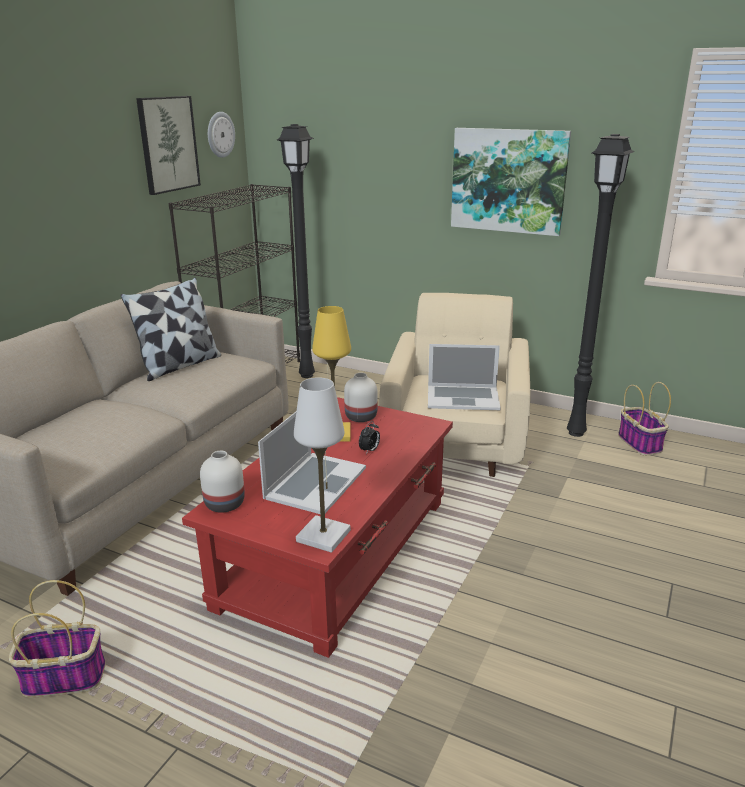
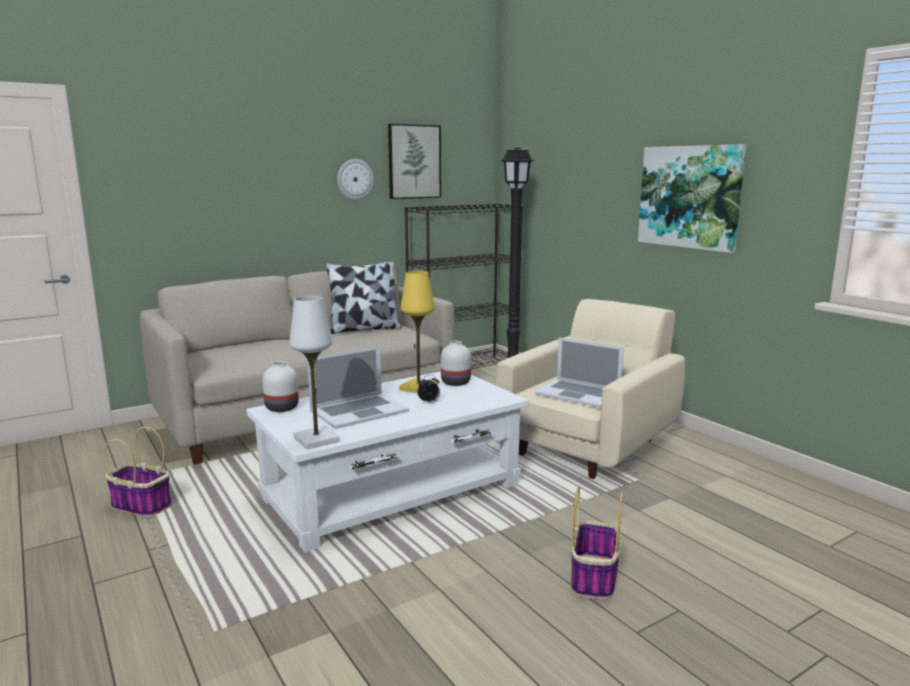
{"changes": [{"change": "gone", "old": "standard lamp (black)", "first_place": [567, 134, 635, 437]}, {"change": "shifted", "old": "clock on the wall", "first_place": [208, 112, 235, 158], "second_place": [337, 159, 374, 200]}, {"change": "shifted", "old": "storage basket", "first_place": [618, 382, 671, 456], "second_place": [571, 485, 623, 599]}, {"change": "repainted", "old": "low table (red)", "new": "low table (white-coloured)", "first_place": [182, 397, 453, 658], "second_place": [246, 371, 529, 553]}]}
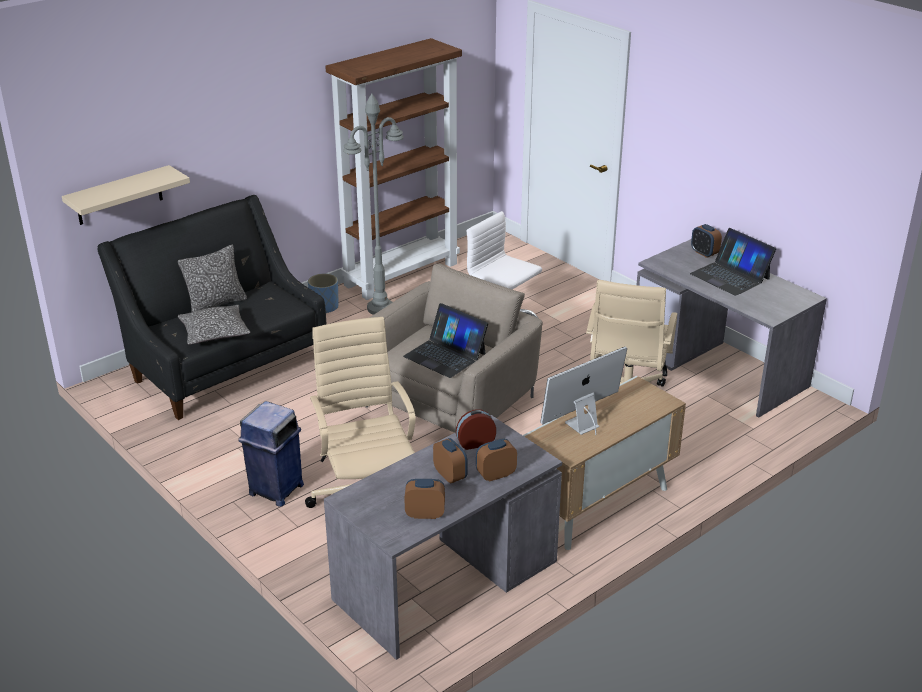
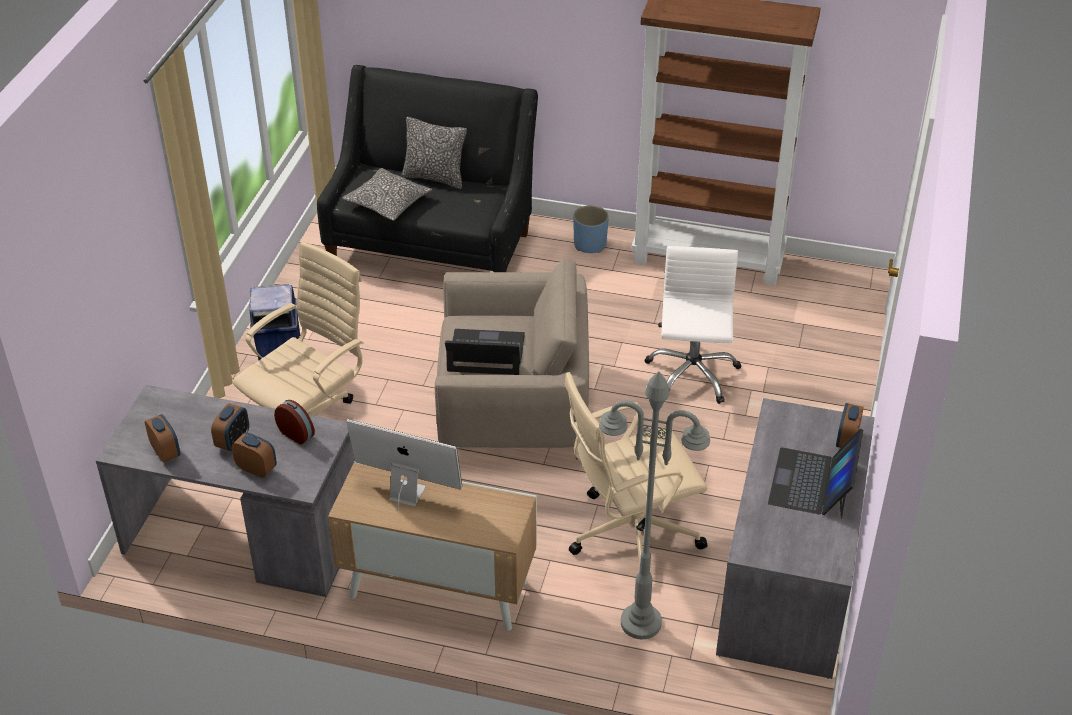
{"changes": [{"change": "gone", "old": "bracket shelf (sand-coloured)", "first_place": [62, 165, 190, 225]}, {"change": "shifted", "old": "standard lamp (gray)", "first_place": [343, 93, 404, 315], "second_place": [599, 371, 710, 639]}, {"change": "rotated", "old": "portable computer", "first_place": [403, 303, 488, 378], "second_place": [445, 329, 525, 375], "degrees": 90}]}
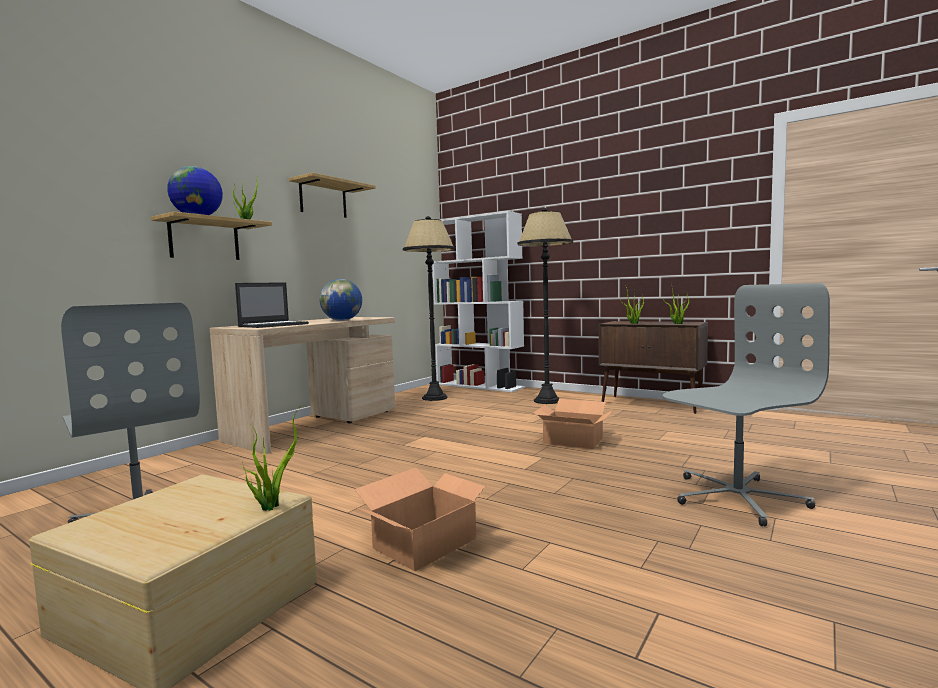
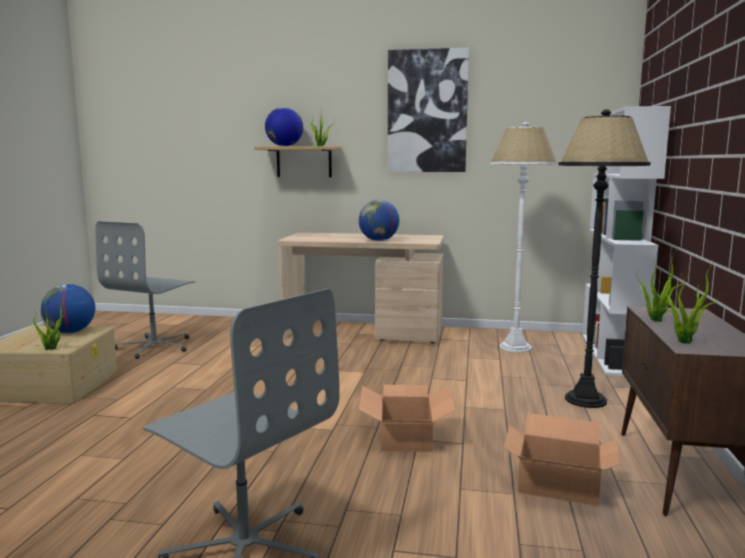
{"changes": [{"change": "gone", "old": "portable computer", "first_place": [235, 282, 309, 328]}, {"change": "new", "new": "world globe", "second_place": [40, 284, 95, 333]}, {"change": "shifted", "old": "cardboard box", "first_place": [354, 468, 495, 571], "second_place": [503, 413, 620, 506]}, {"change": "swapped", "old": "bracket shelf", "new": "wall art", "first_place": [289, 172, 376, 218], "second_place": [387, 48, 469, 172]}, {"change": "repainted", "old": "standard lamp (black)", "new": "standard lamp (white-coloured)", "first_place": [403, 216, 455, 401], "second_place": [490, 122, 558, 353]}]}
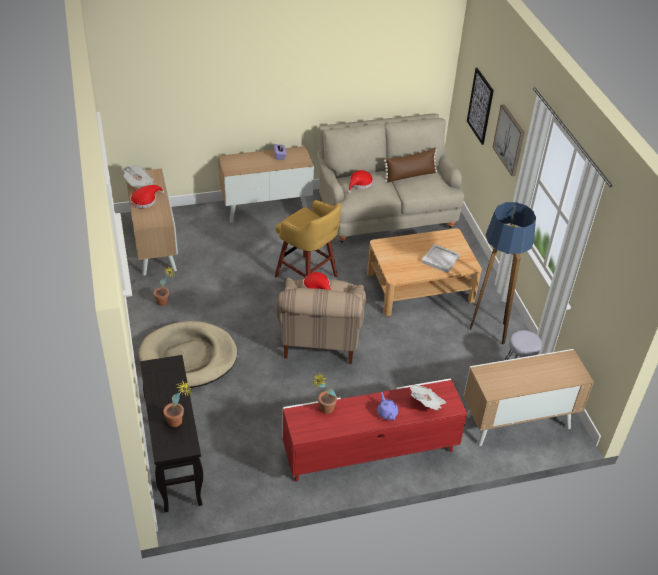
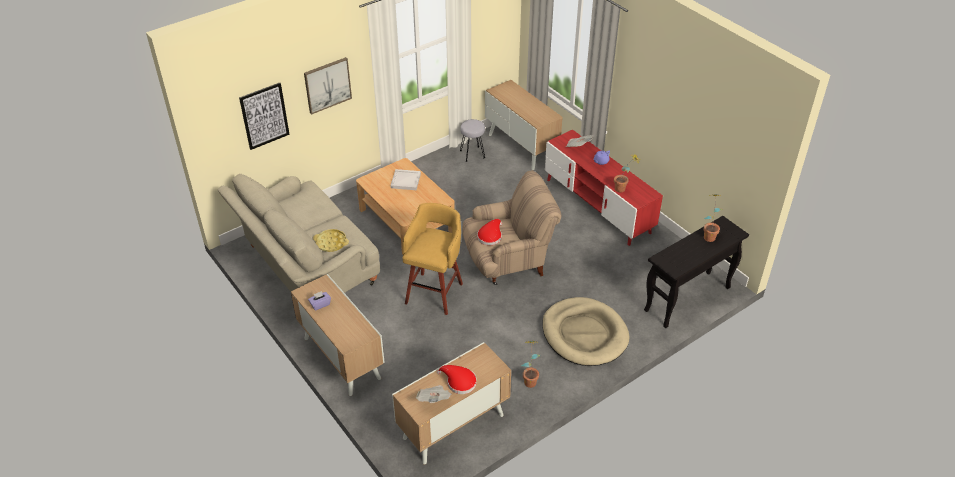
{"changes": [{"change": "gone", "old": "cushion (brown-coloured)", "first_place": [384, 148, 437, 183]}, {"change": "gone", "old": "standard lamp", "first_place": [470, 202, 536, 345]}, {"change": "swapped", "old": "hat (red)", "new": "tray (yellowish)", "first_place": [347, 170, 373, 193], "second_place": [313, 229, 349, 252]}]}
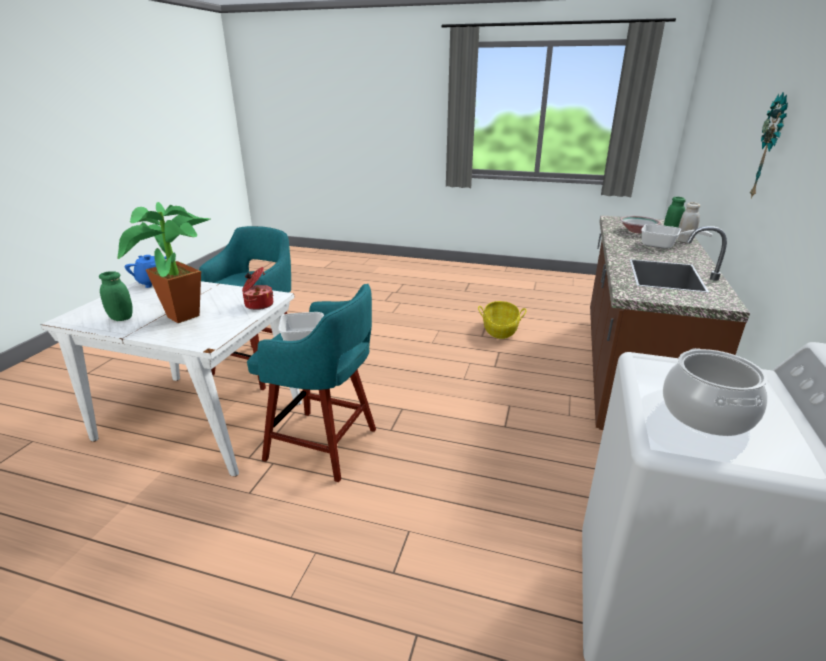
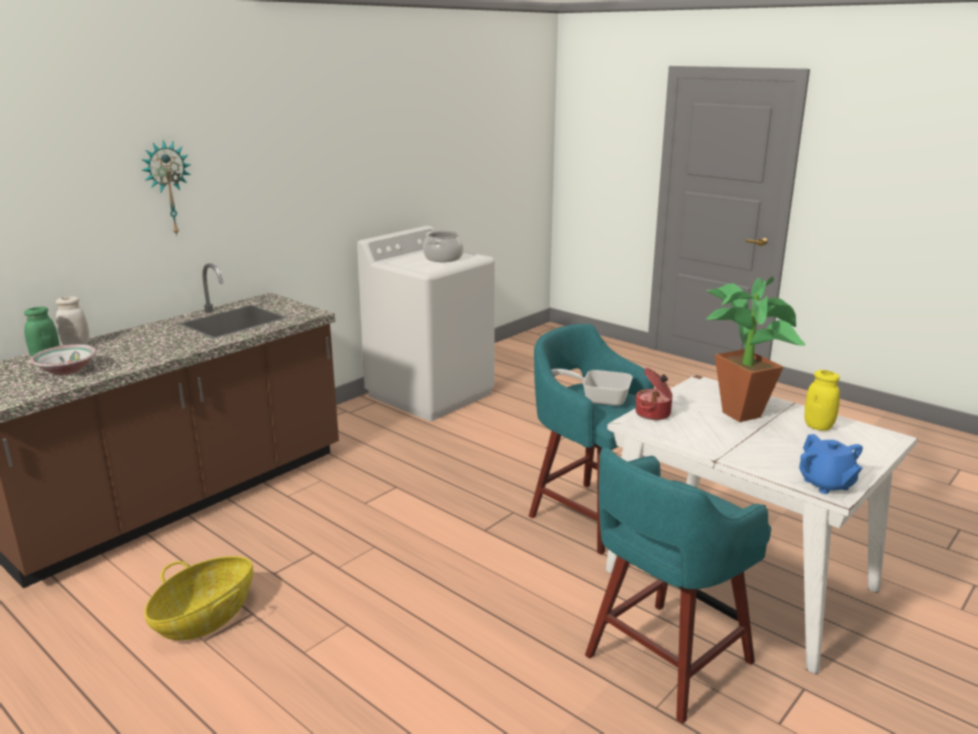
{"changes": [{"change": "gone", "old": "pan", "first_place": [641, 224, 712, 249]}, {"change": "repainted", "old": "jar (greenish)", "new": "jar (yellowish)", "first_place": [99, 271, 133, 321], "second_place": [804, 370, 840, 431]}]}
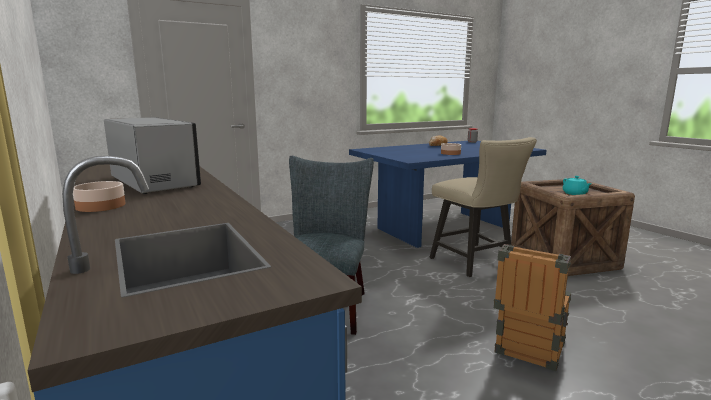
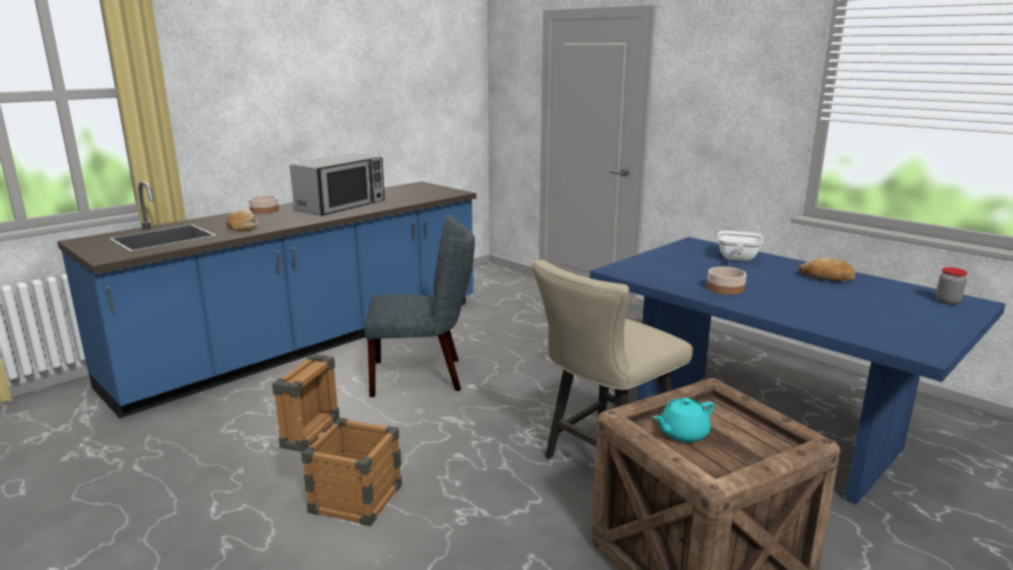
{"changes": [{"change": "new", "new": "bread", "second_place": [226, 210, 258, 232]}, {"change": "new", "new": "pan", "second_place": [717, 231, 763, 261]}]}
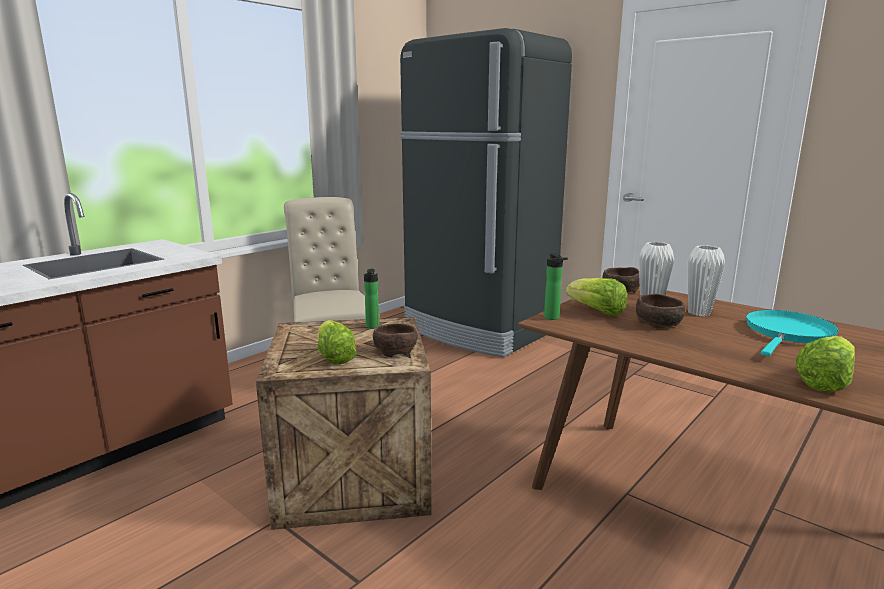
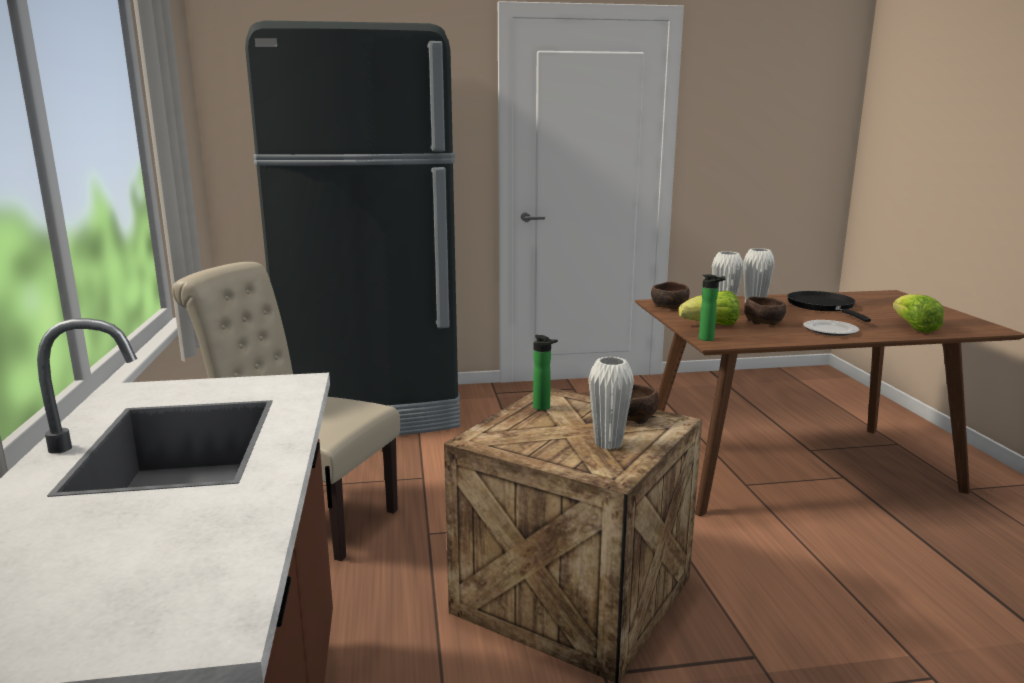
{"changes": [{"change": "new", "new": "plate", "second_place": [803, 320, 860, 336]}, {"change": "swapped", "old": "head of lettuce", "new": "vase (white-coloured)", "first_place": [318, 320, 356, 365], "second_place": [589, 357, 634, 449]}, {"change": "repainted", "old": "pan (turquoise-coloured)", "new": "pan (black)", "first_place": [746, 310, 839, 356], "second_place": [787, 291, 871, 322]}]}
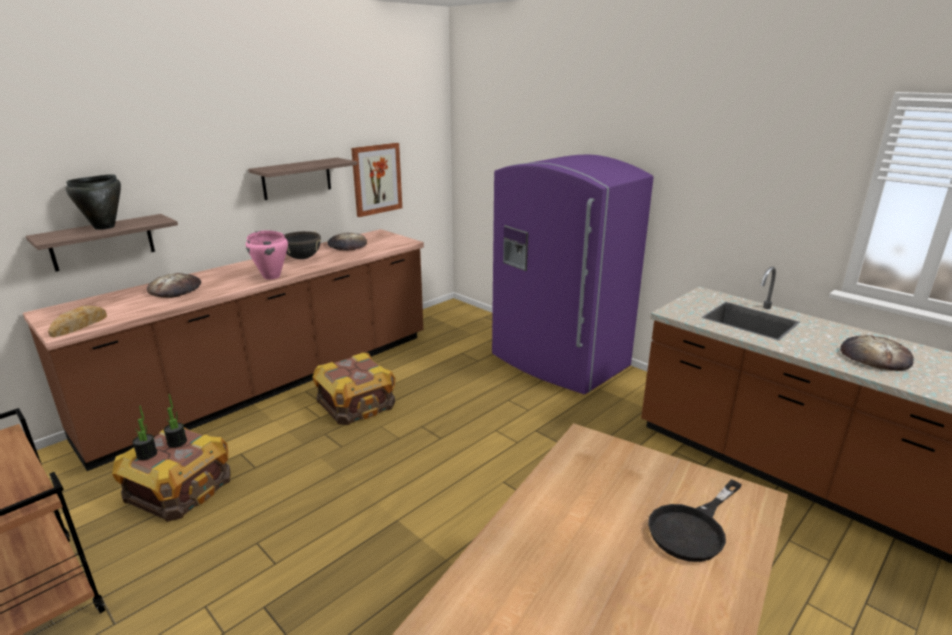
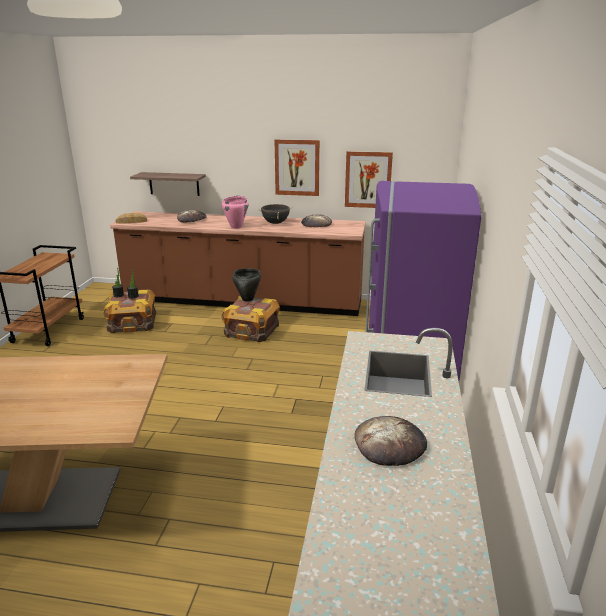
{"changes": [{"change": "gone", "old": "pan (black)", "first_place": [648, 479, 742, 562]}, {"change": "shifted", "old": "cooking pot (black)", "first_place": [66, 174, 121, 230], "second_place": [232, 268, 261, 302]}, {"change": "swapped", "old": "bracket shelf", "new": "wall art", "first_place": [248, 158, 358, 200], "second_place": [275, 139, 320, 196]}]}
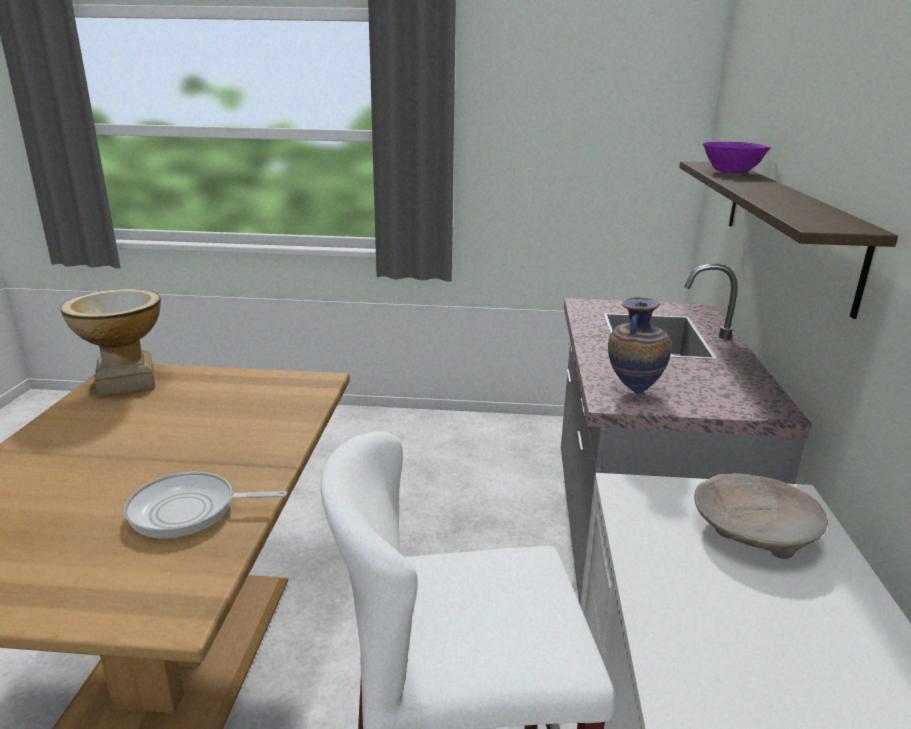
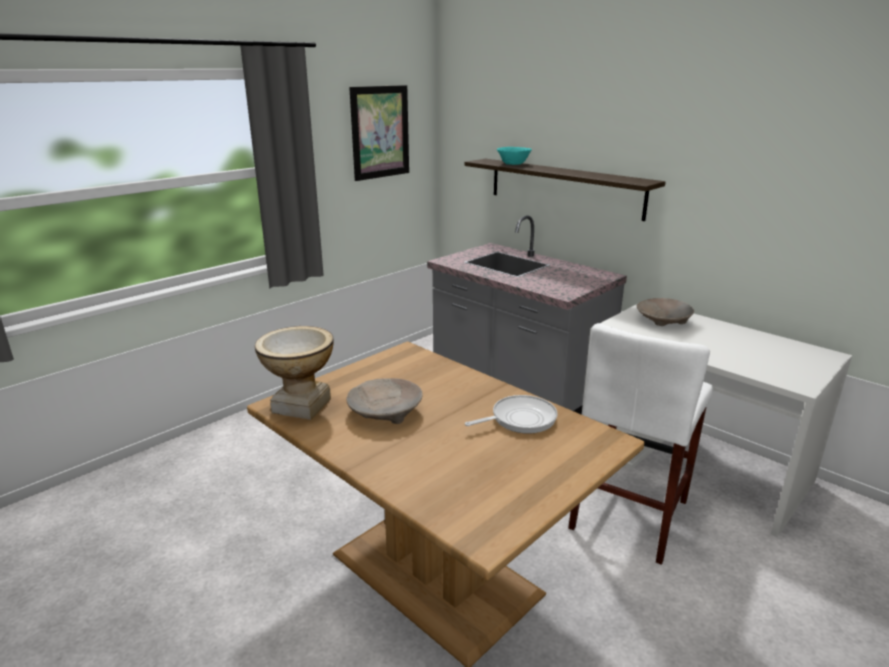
{"changes": [{"change": "gone", "old": "vase", "first_place": [608, 297, 671, 395]}, {"change": "new", "new": "serving bowl (sand-coloured)", "second_place": [346, 378, 423, 424]}, {"change": "new", "new": "wall art", "second_place": [349, 85, 409, 181]}, {"change": "repainted", "old": "serving bowl (purple)", "new": "serving bowl (turquoise-coloured)", "first_place": [703, 142, 771, 173], "second_place": [497, 147, 532, 165]}, {"change": "rotated", "old": "pan", "first_place": [124, 472, 287, 538], "second_place": [465, 395, 558, 434], "degrees": -150}]}
